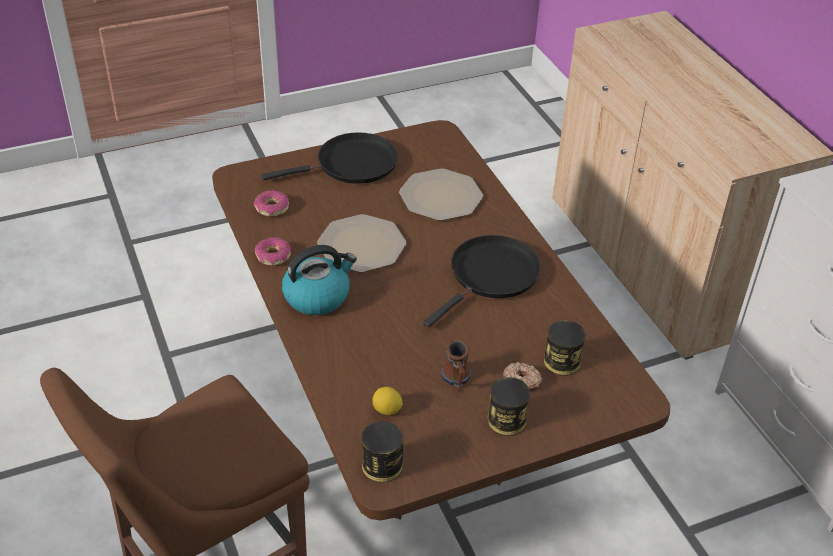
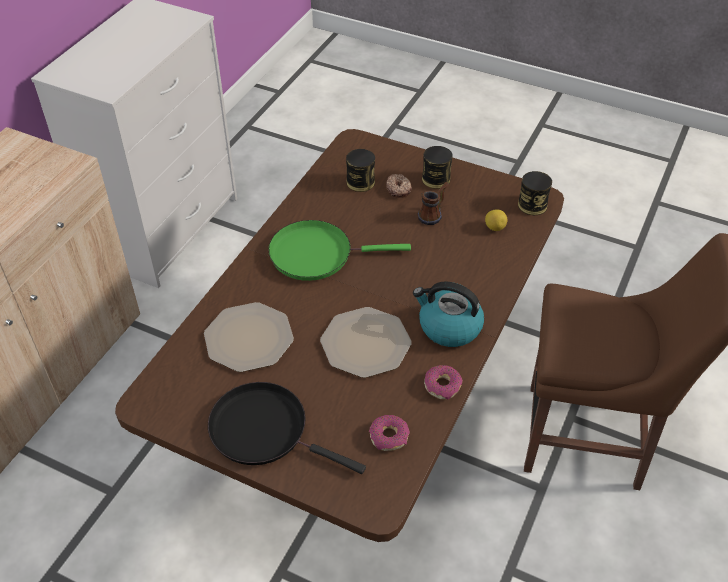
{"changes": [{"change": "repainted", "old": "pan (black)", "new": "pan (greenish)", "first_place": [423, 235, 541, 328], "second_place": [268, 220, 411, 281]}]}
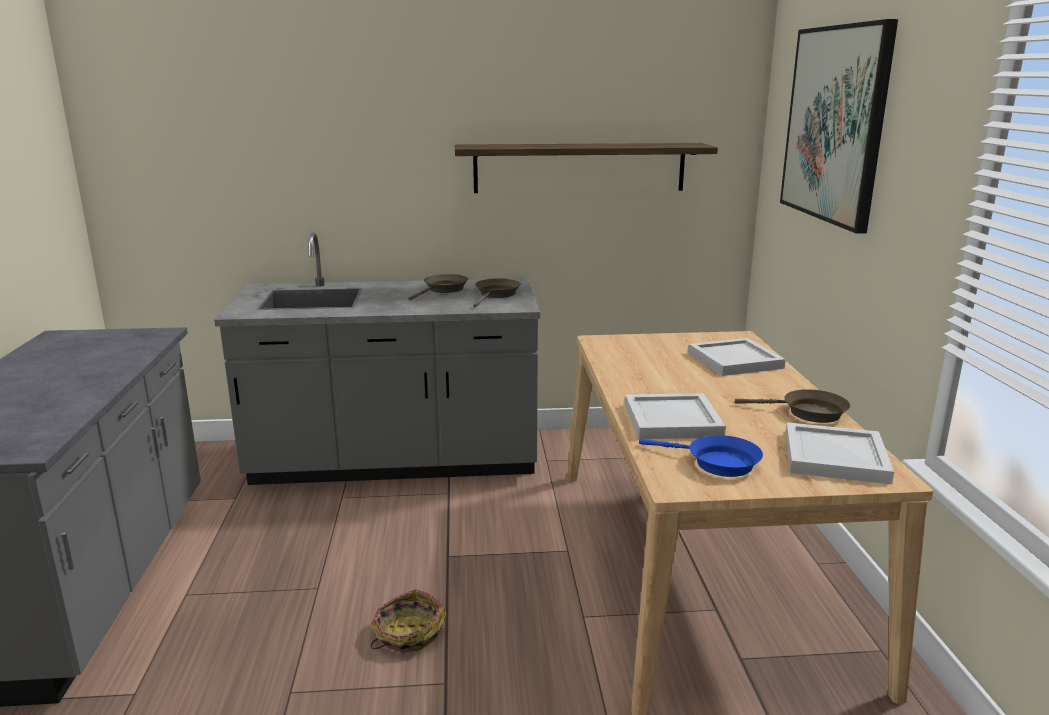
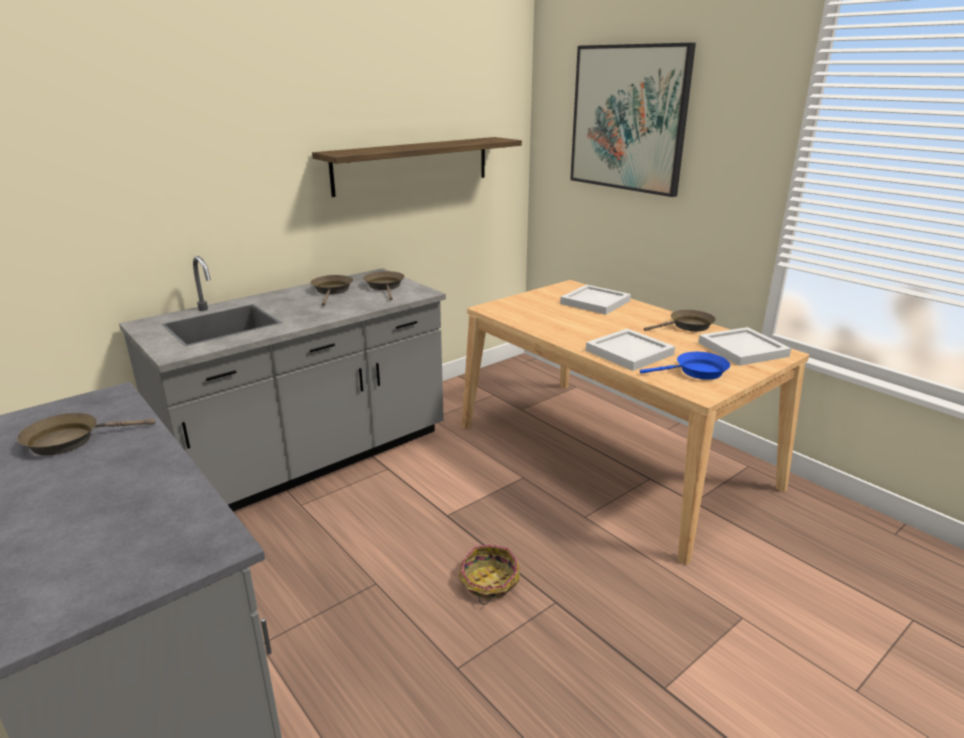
{"changes": [{"change": "new", "new": "pan (brown-coloured)", "second_place": [17, 413, 155, 455]}]}
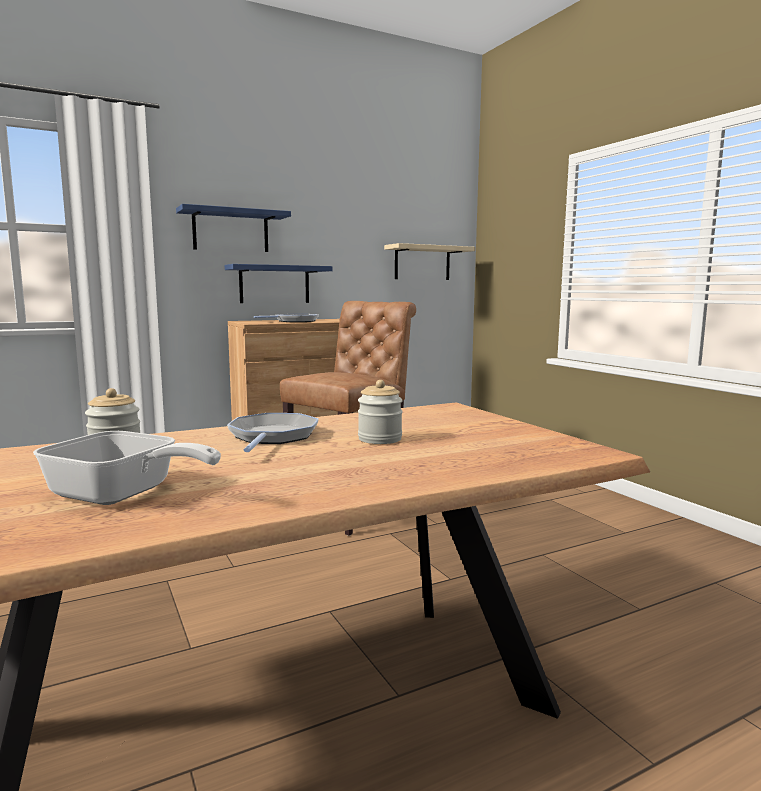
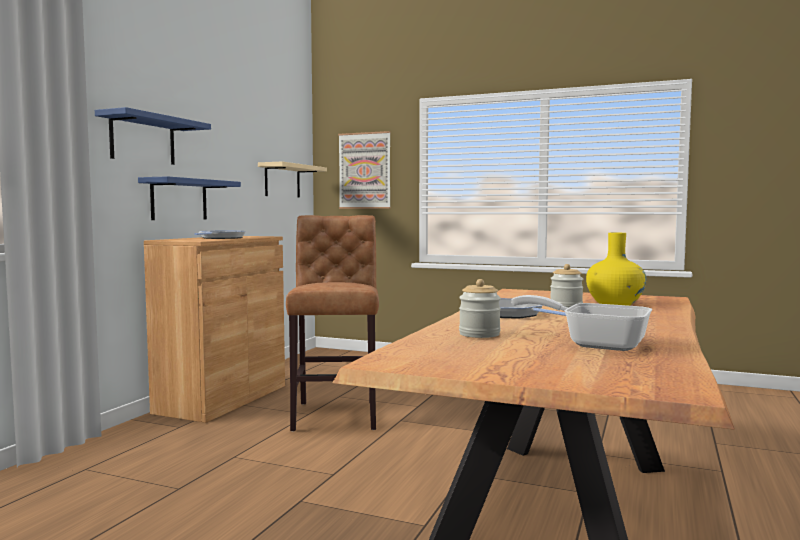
{"changes": [{"change": "new", "new": "wall art", "second_place": [338, 131, 391, 209]}, {"change": "new", "new": "vase (yellowish)", "second_place": [586, 233, 646, 306]}, {"change": "rotated", "old": "pan", "first_place": [33, 431, 221, 505], "second_place": [511, 295, 652, 351], "degrees": -135}]}
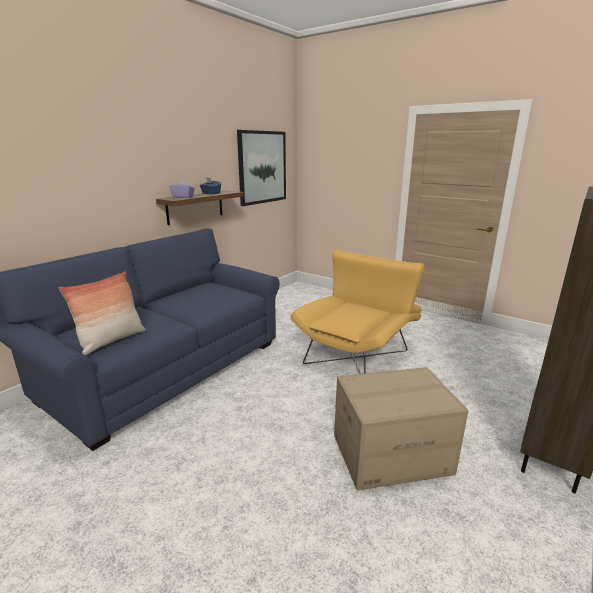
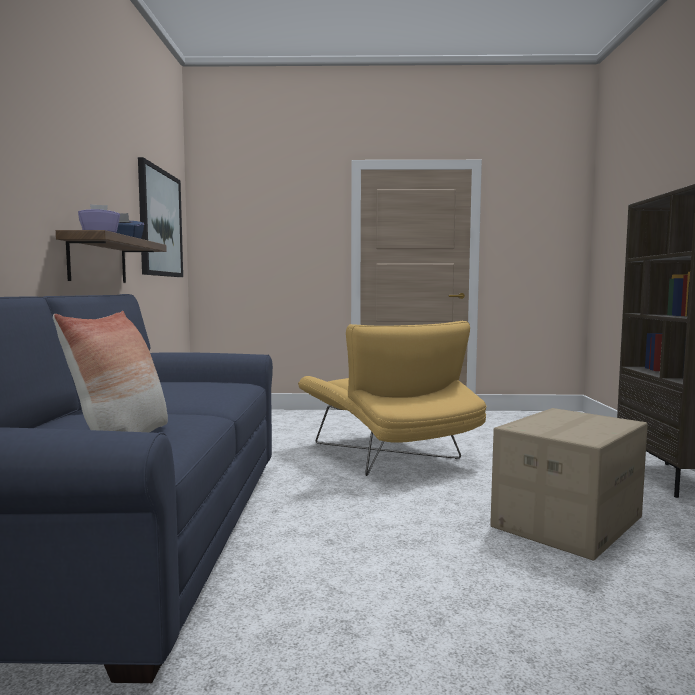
{"changes": [{"change": "rotated", "old": "lounge chair (yellowish)", "first_place": [291, 249, 424, 374], "second_place": [298, 321, 486, 476], "degrees": 150}]}
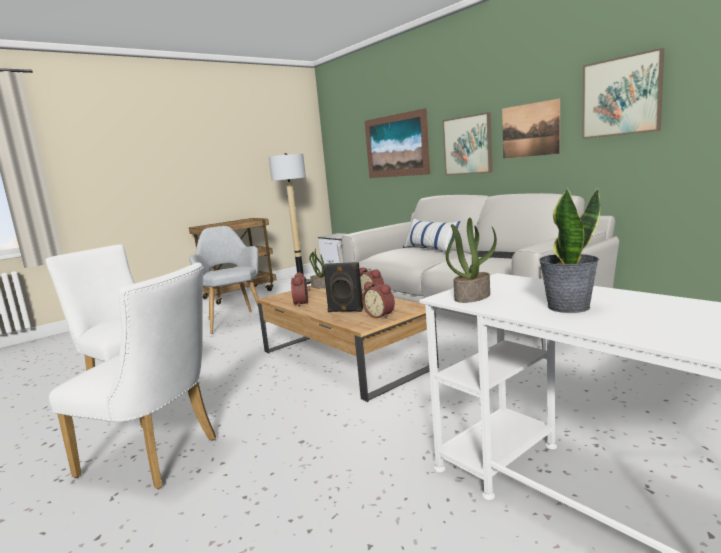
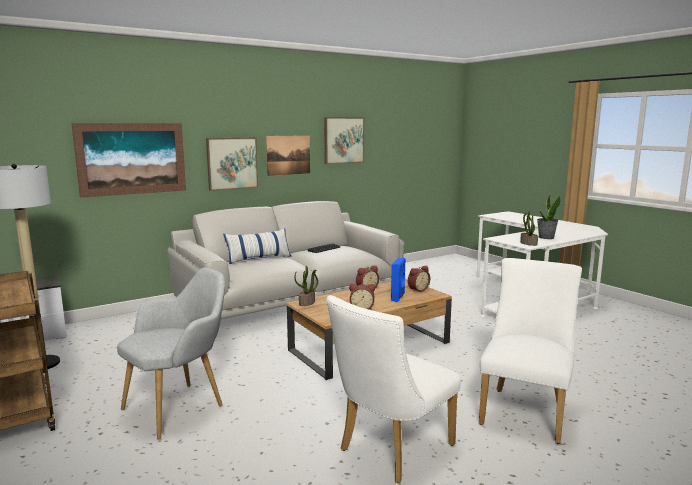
{"changes": [{"change": "repainted", "old": "audio speaker (black)", "new": "audio speaker (blue)", "first_place": [323, 262, 363, 312], "second_place": [391, 258, 406, 302]}, {"change": "rotated", "old": "lounge chair (gray)", "first_place": [189, 226, 266, 334], "second_place": [117, 268, 225, 440], "degrees": 150}]}
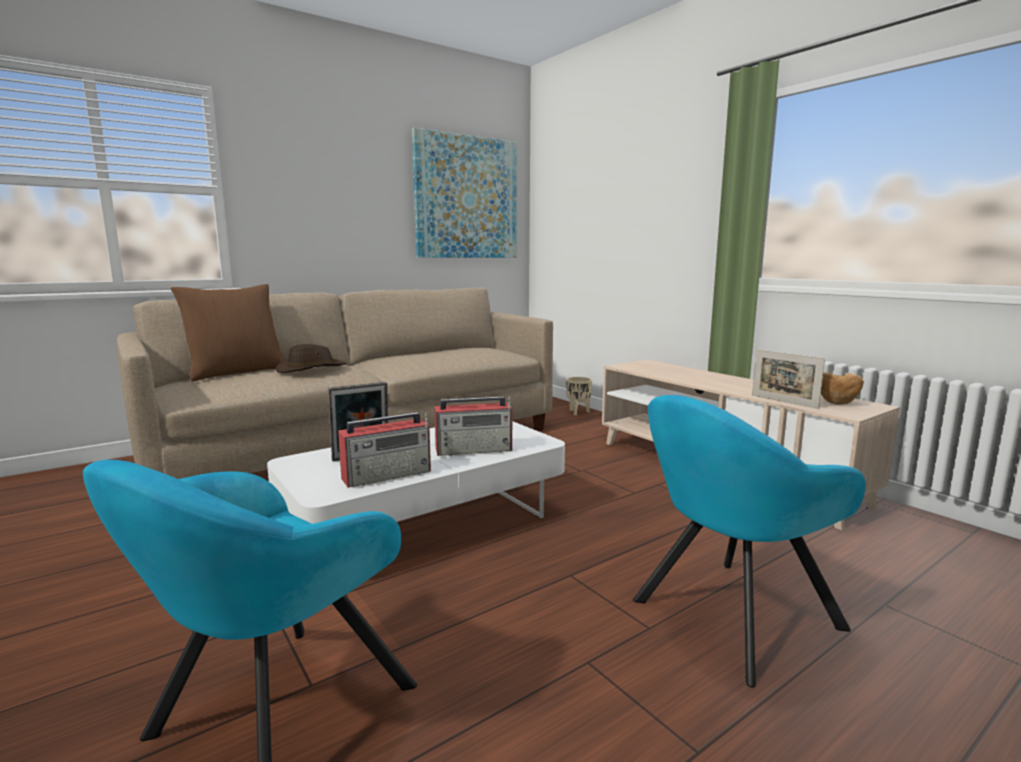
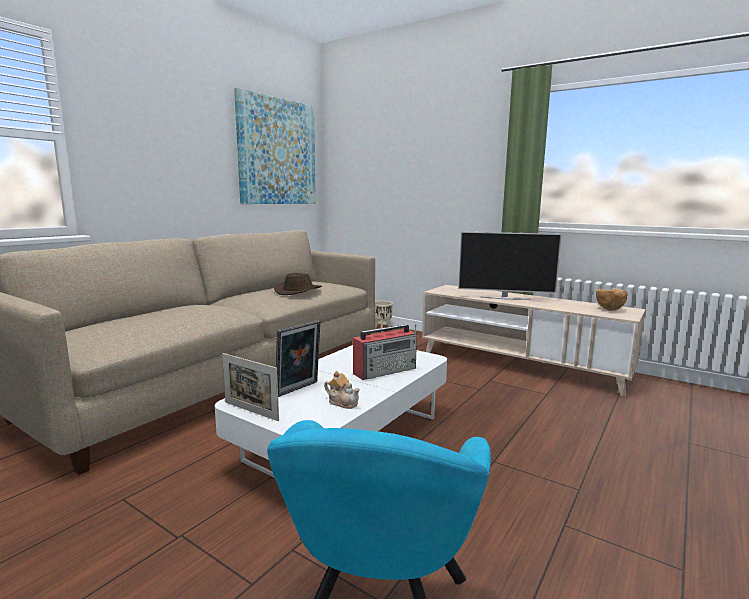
{"changes": [{"change": "gone", "old": "cushion (brown-coloured)", "first_place": [171, 284, 286, 381]}, {"change": "gone", "old": "lounge chair (turquoise-coloured)", "first_place": [633, 395, 866, 688]}, {"change": "new", "new": "TV", "second_place": [458, 232, 562, 300]}, {"change": "shifted", "old": "hat (brown-coloured)", "first_place": [276, 344, 346, 373], "second_place": [274, 273, 322, 295]}, {"change": "shifted", "old": "picture frame", "first_place": [752, 349, 825, 409], "second_place": [222, 353, 279, 421]}, {"change": "swapped", "old": "radio set", "new": "pot for tea", "first_place": [338, 412, 431, 488], "second_place": [324, 371, 360, 409]}]}
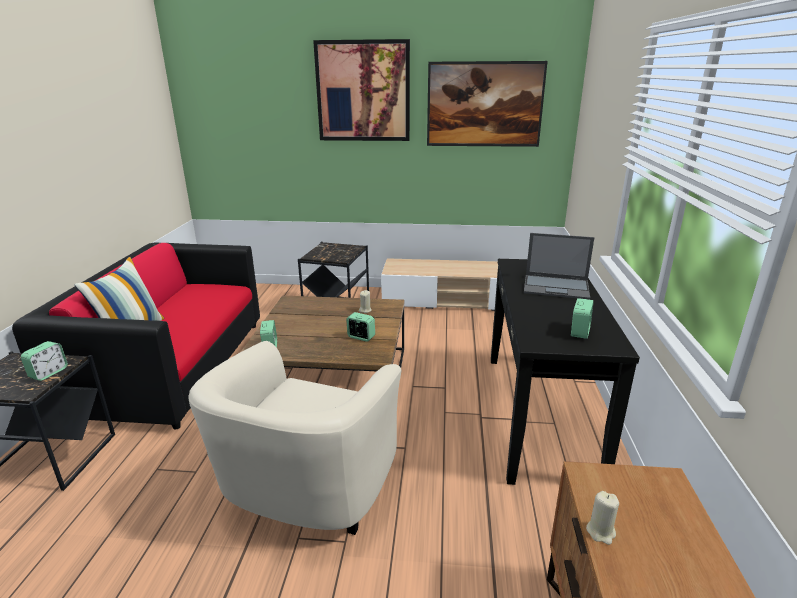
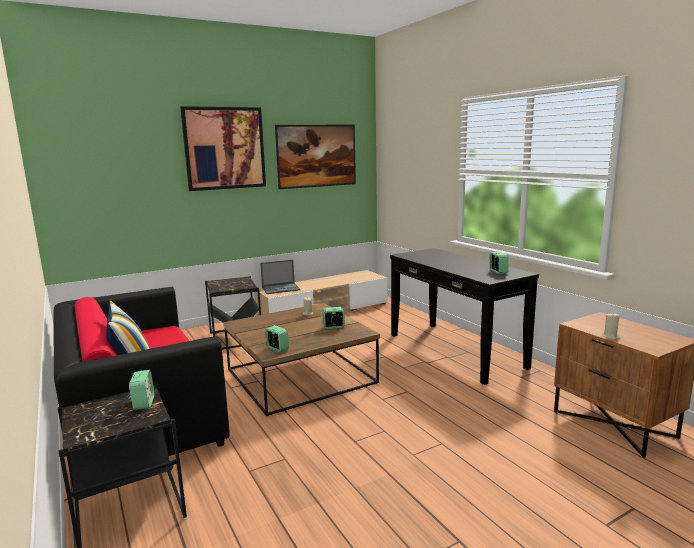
{"changes": [{"change": "gone", "old": "lounge chair (sand-coloured)", "first_place": [189, 341, 401, 535]}, {"change": "shifted", "old": "portable computer", "first_place": [524, 233, 594, 300], "second_place": [260, 260, 301, 294]}]}
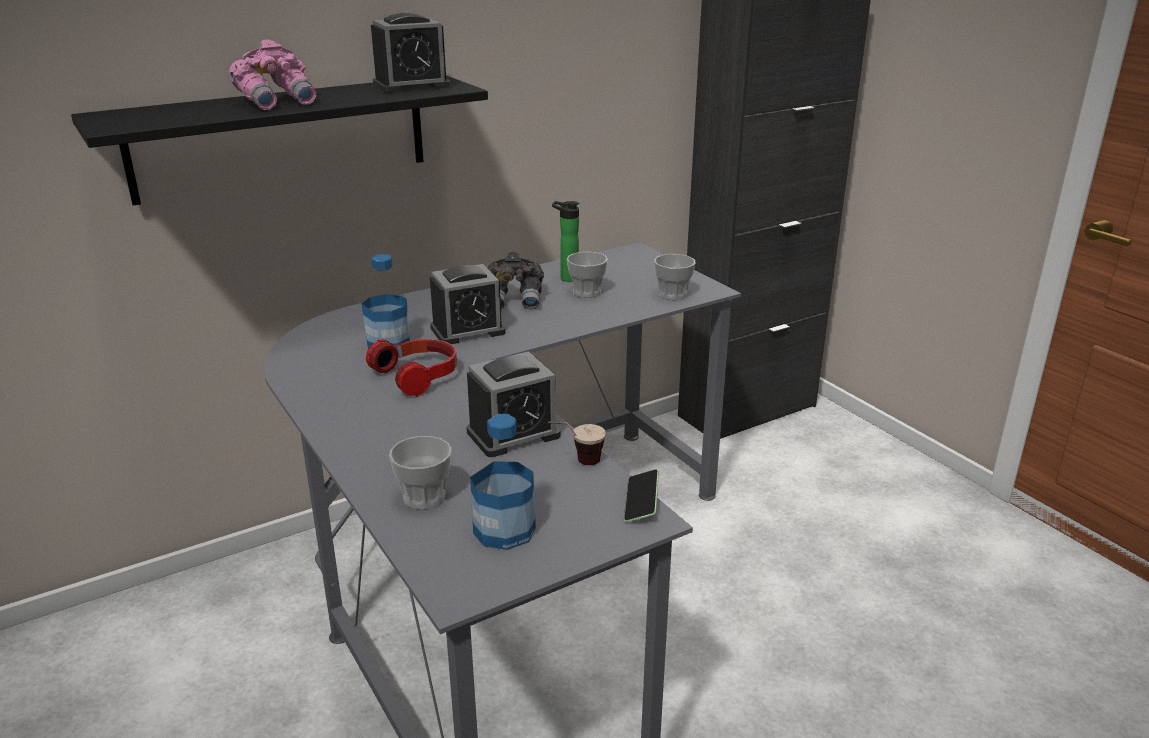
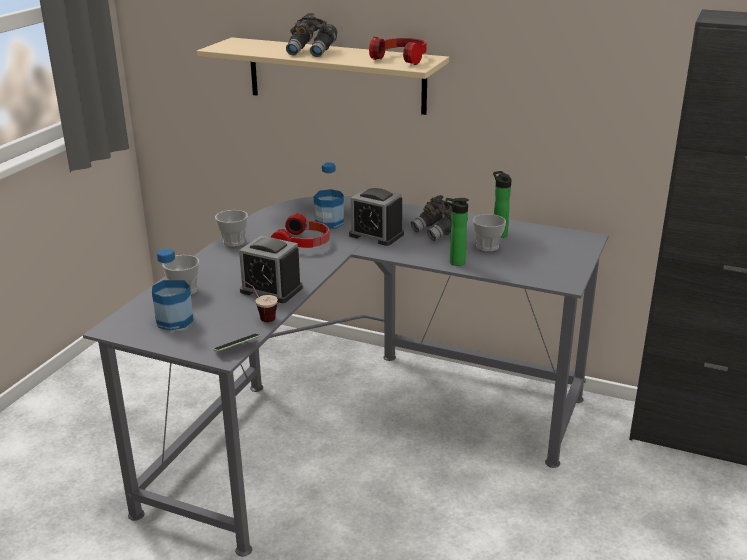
{"changes": [{"change": "new", "new": "bottle", "second_place": [445, 198, 469, 266]}, {"change": "shifted", "old": "cup", "first_place": [654, 254, 695, 300], "second_place": [215, 210, 248, 247]}, {"change": "swapped", "old": "table clock", "new": "headphones", "first_place": [371, 13, 451, 93], "second_place": [369, 37, 427, 65]}, {"change": "repainted", "old": "bracket shelf (black)", "new": "bracket shelf (sand-coloured)", "first_place": [71, 76, 488, 205], "second_place": [197, 37, 449, 115]}, {"change": "repainted", "old": "field glasses (pink)", "new": "field glasses (gray)", "first_place": [229, 40, 317, 110], "second_place": [286, 13, 337, 57]}]}
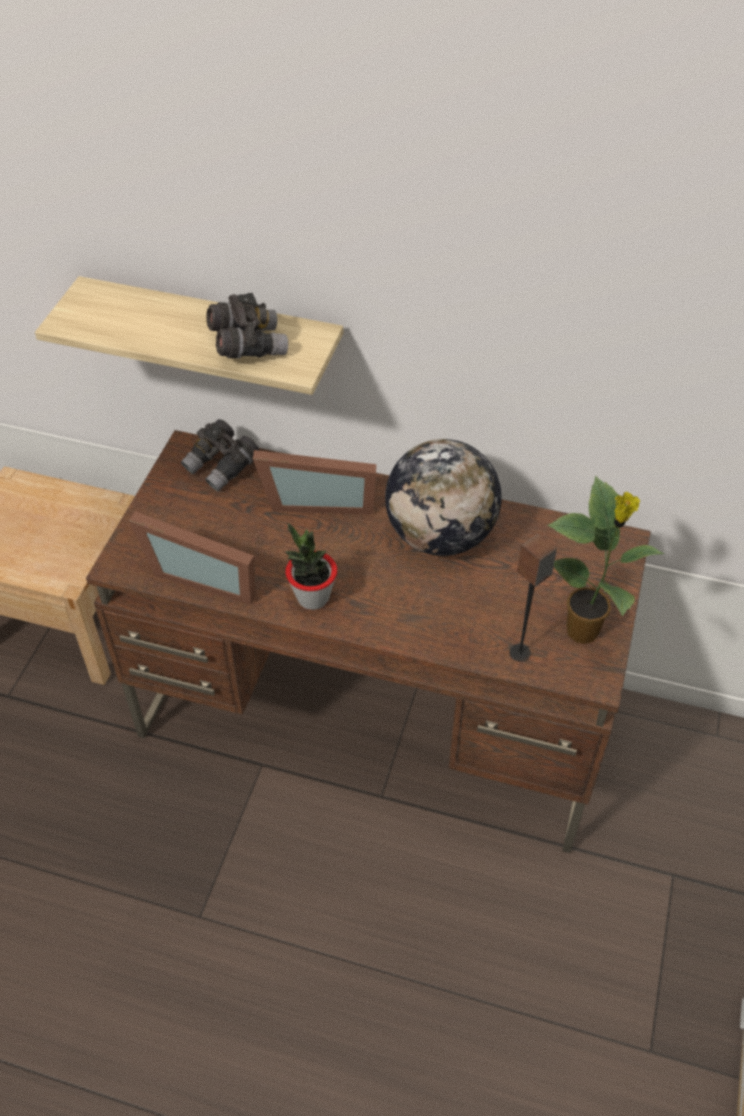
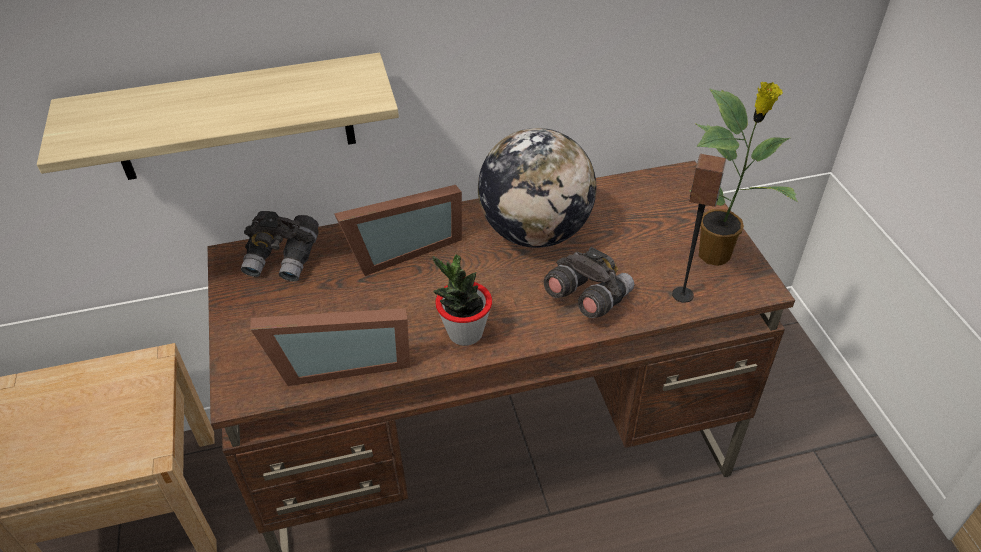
{"changes": [{"change": "shifted", "old": "field glasses (gray)", "first_place": [206, 293, 288, 358], "second_place": [544, 247, 634, 318]}]}
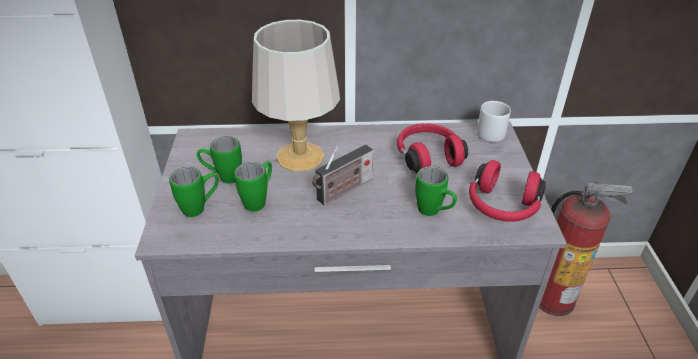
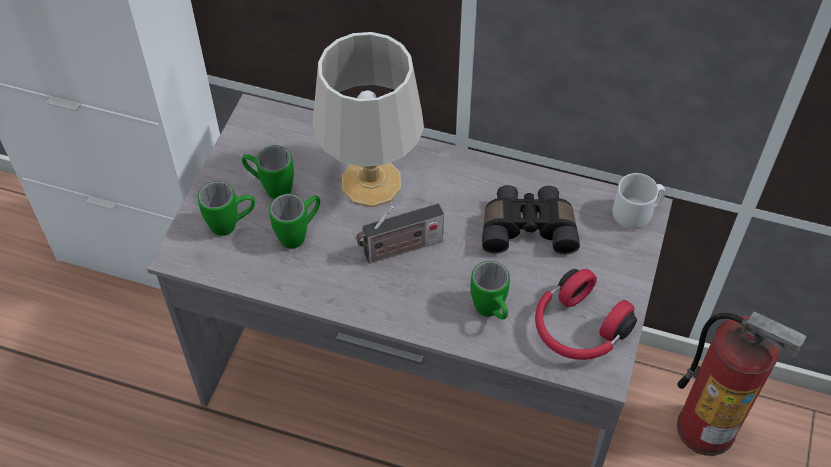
{"changes": [{"change": "swapped", "old": "headphones (red)", "new": "field glasses (black)", "first_place": [397, 123, 468, 173], "second_place": [482, 185, 580, 254]}]}
